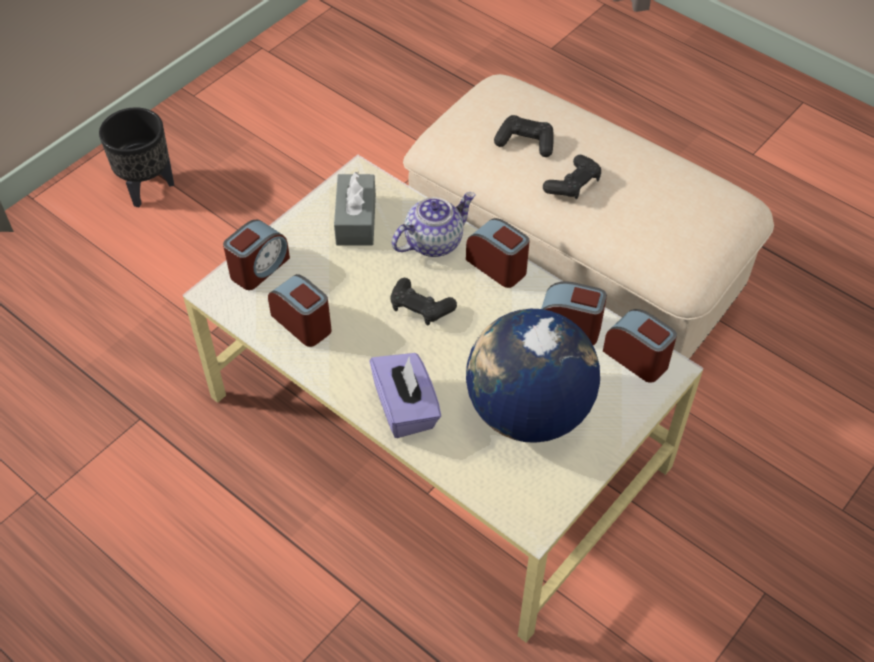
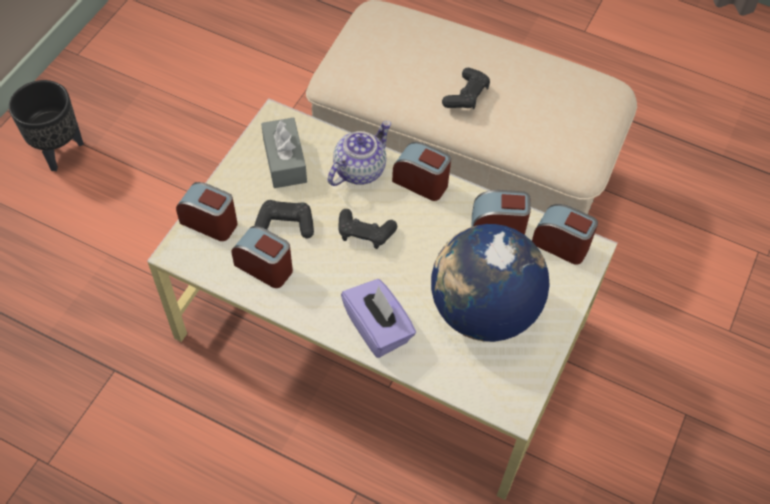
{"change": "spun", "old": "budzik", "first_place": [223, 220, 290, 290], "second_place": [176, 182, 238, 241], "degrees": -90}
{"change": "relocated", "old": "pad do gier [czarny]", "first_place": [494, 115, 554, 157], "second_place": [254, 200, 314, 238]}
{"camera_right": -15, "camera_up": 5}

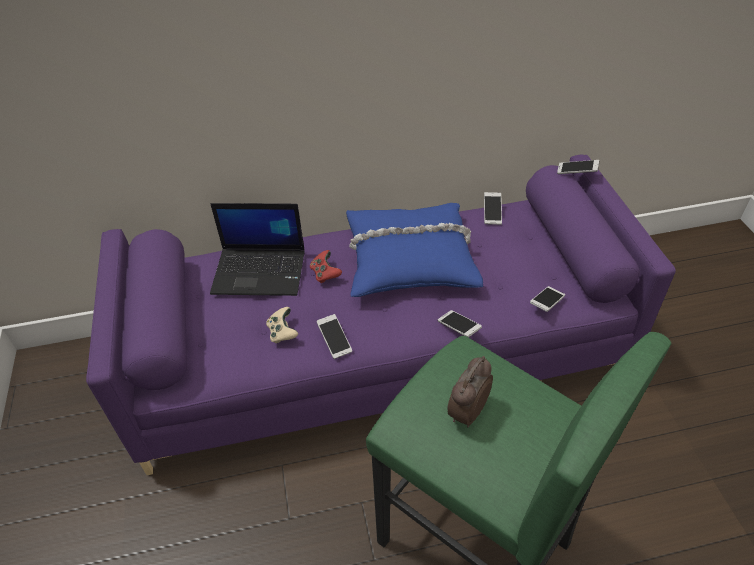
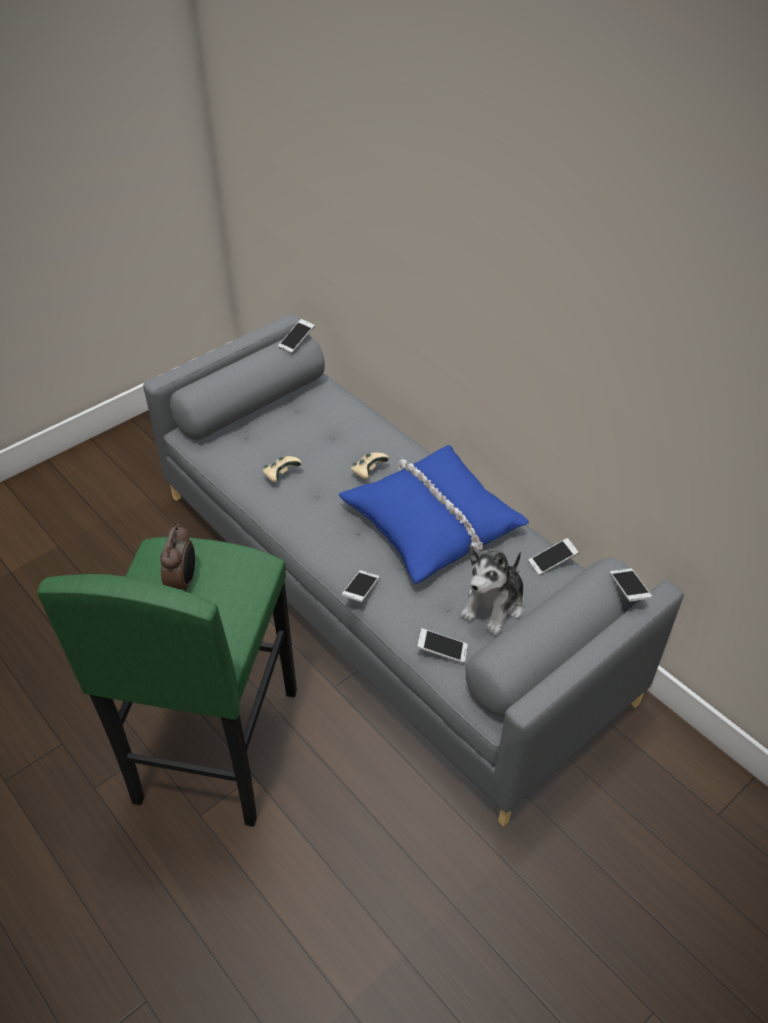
{"change": "colour", "old": "kanapa [fioletowy]", "new": "kanapa [szary]", "first_place": [86, 154, 676, 475], "second_place": [143, 314, 684, 827]}
{"change": "missing", "old": "laptop", "first_place": [210, 203, 305, 296]}
{"change": "colour", "old": "pad do gier [czerwony]", "new": "pad do gier [beżowy]", "first_place": [310, 250, 342, 283], "second_place": [351, 453, 389, 479]}
{"change": "relocated", "old": "telefon", "first_place": [317, 314, 352, 359], "second_place": [278, 319, 315, 353]}
{"change": "spun", "old": "budzik", "first_place": [448, 356, 493, 427], "second_place": [160, 524, 195, 592], "degrees": 90}
{"change": "appeared", "new": "pluszak", "second_place": [461, 545, 524, 635]}
{"camera_right": 60, "camera_up": 0}

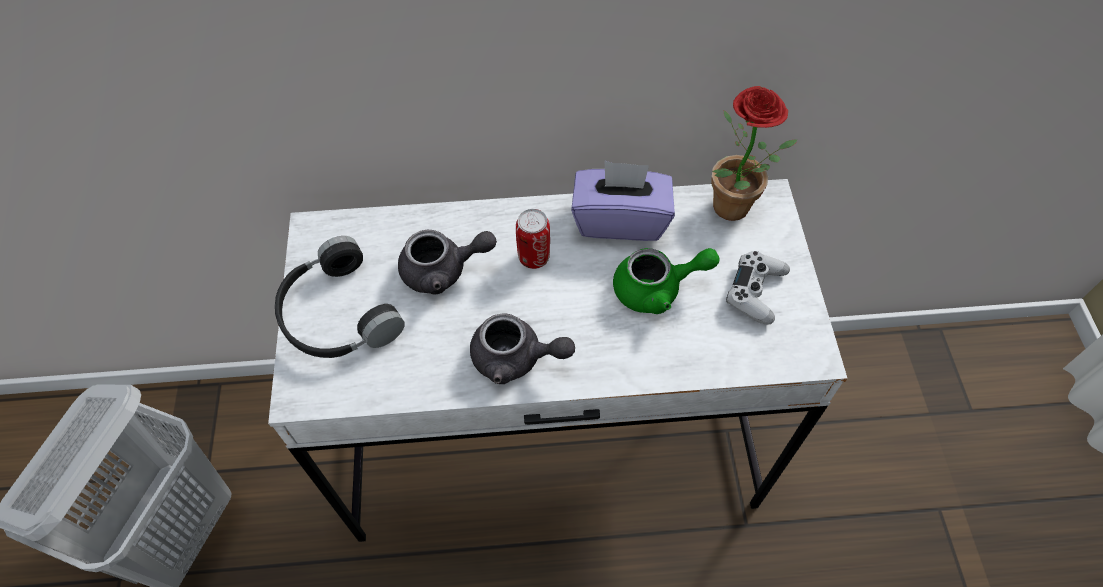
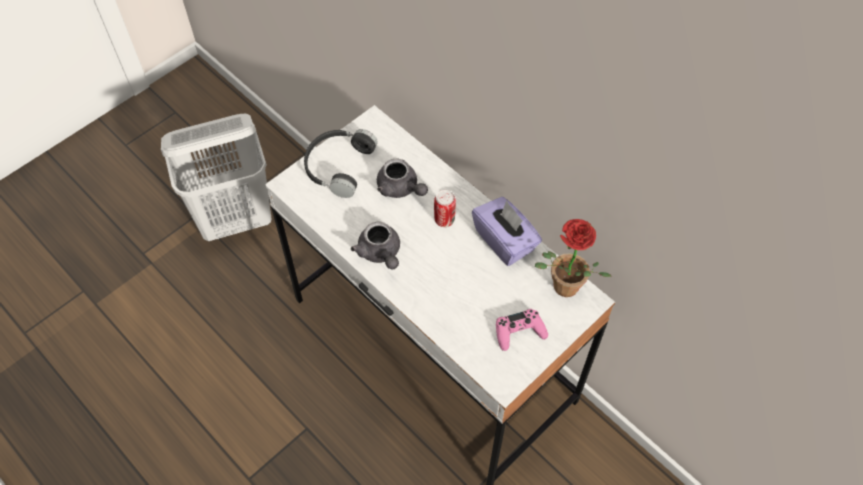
{"change": "missing", "old": "imbryk [zielony]", "first_place": [613, 248, 720, 314]}
{"change": "colour", "old": "pad do gier [biały]", "new": "pad do gier [różowy]", "first_place": [726, 251, 790, 325], "second_place": [496, 309, 548, 351]}
{"camera_right": 50, "camera_up": 0}

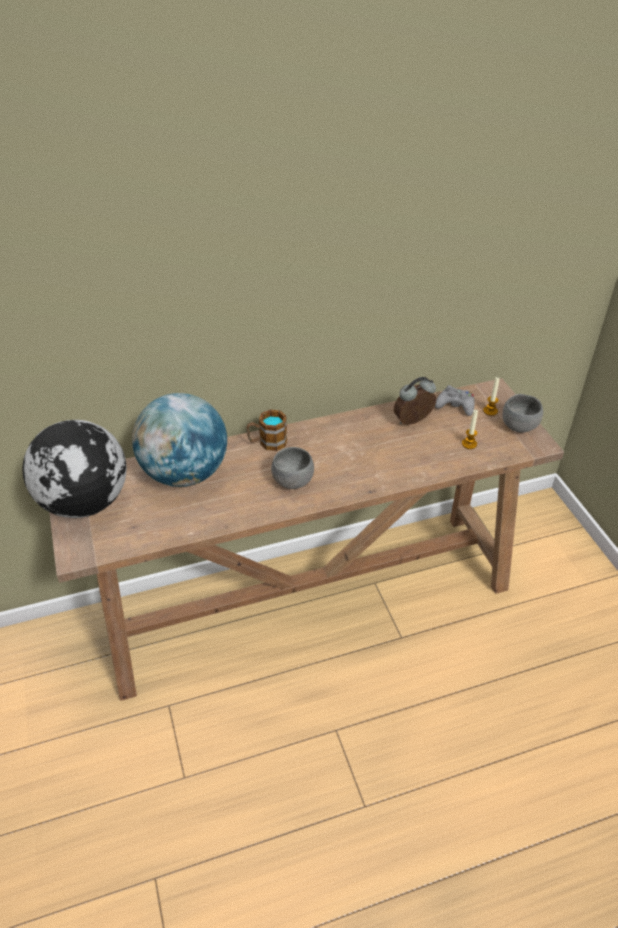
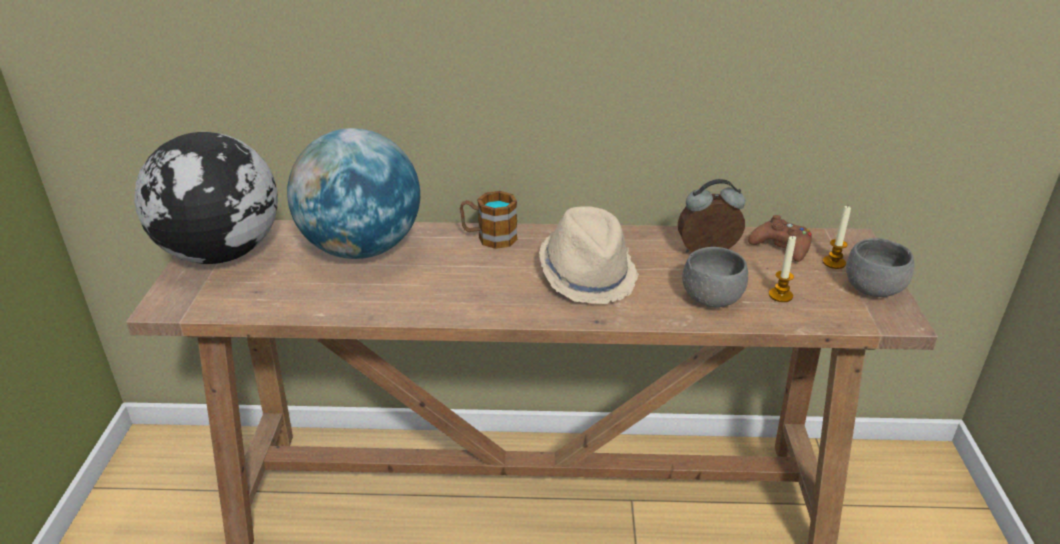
{"change": "relocated", "old": "miska [szary]", "first_place": [271, 447, 314, 489], "second_place": [682, 247, 748, 307]}
{"change": "colour", "old": "pad do gier [szary]", "new": "pad do gier [brązowy]", "first_place": [435, 385, 475, 416], "second_place": [748, 215, 812, 262]}
{"change": "appeared", "new": "kapelusz [beżowy]", "second_place": [539, 206, 639, 304]}
{"camera_right": 20, "camera_up": -10}

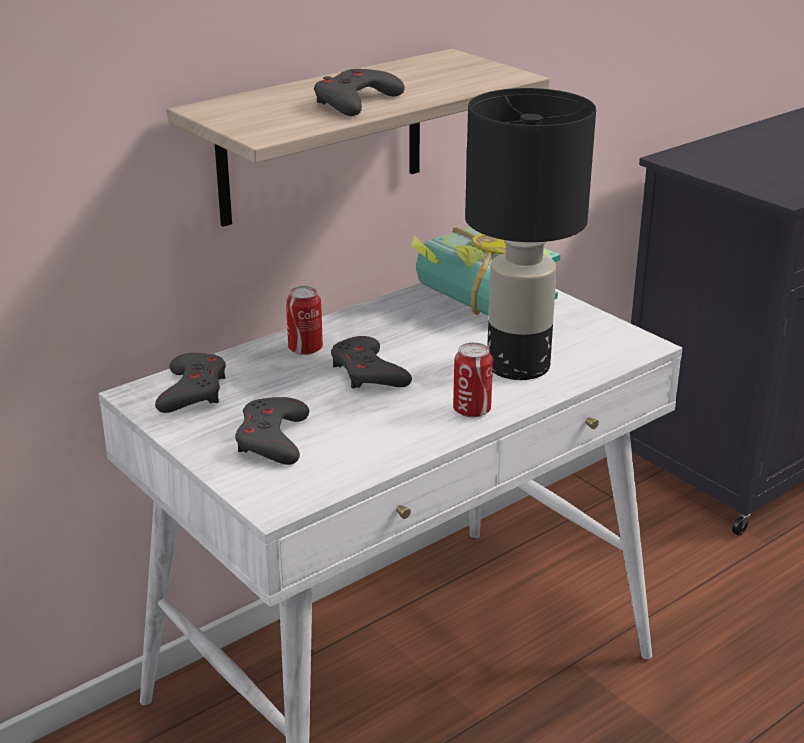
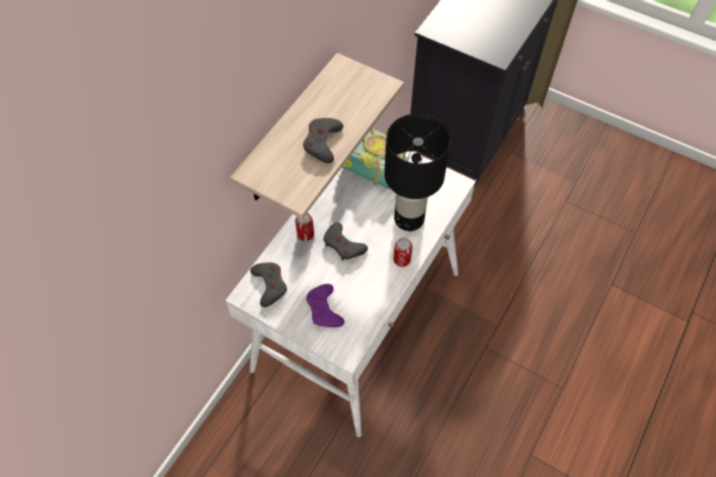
{"change": "colour", "old": "pad do gier [szary]", "new": "pad do gier [fioletowy]", "first_place": [235, 397, 309, 465], "second_place": [306, 284, 344, 327]}
{"camera_right": -20, "camera_up": 30}

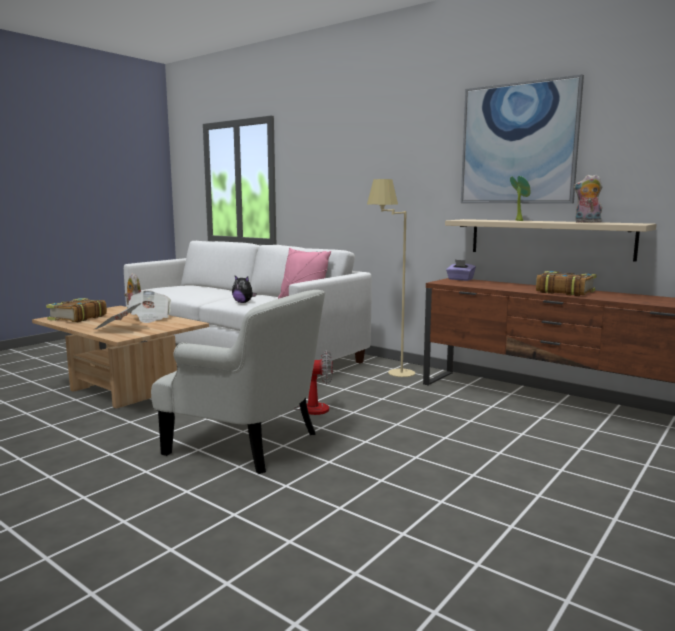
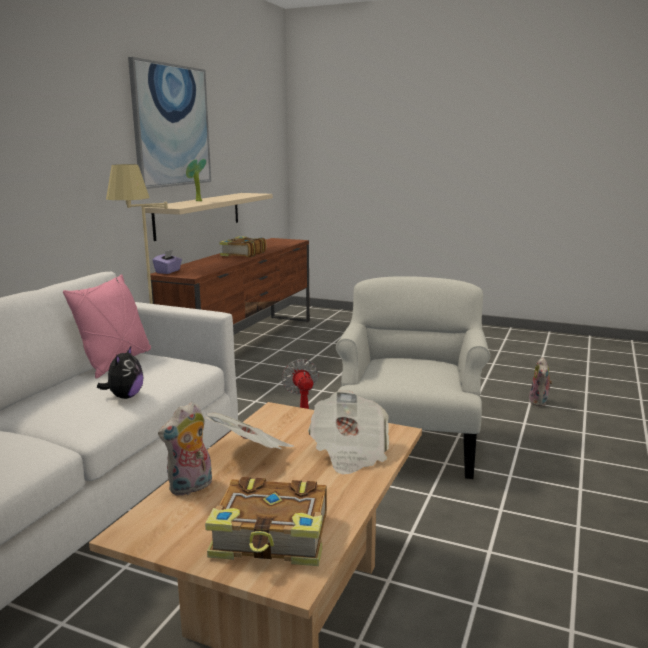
{"change": "relocated", "old": "pluszak", "first_place": [574, 174, 603, 223], "second_place": [529, 357, 553, 407]}
{"camera_right": -105, "camera_up": 5}

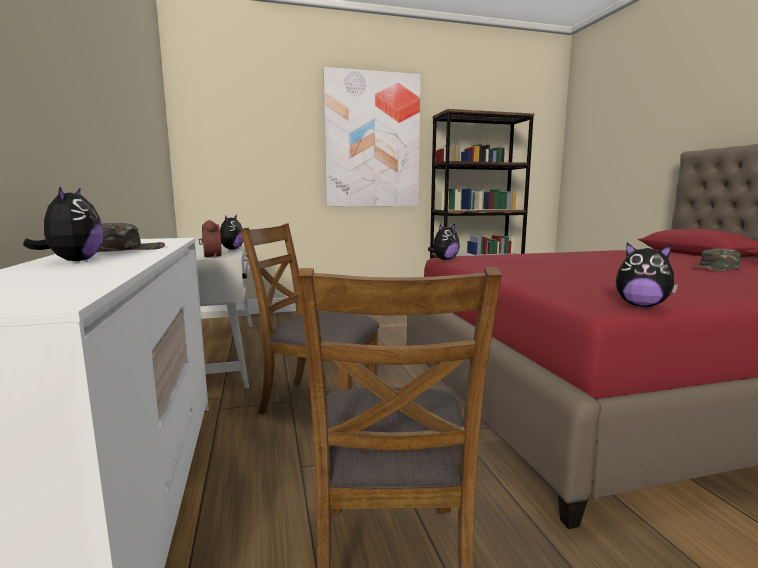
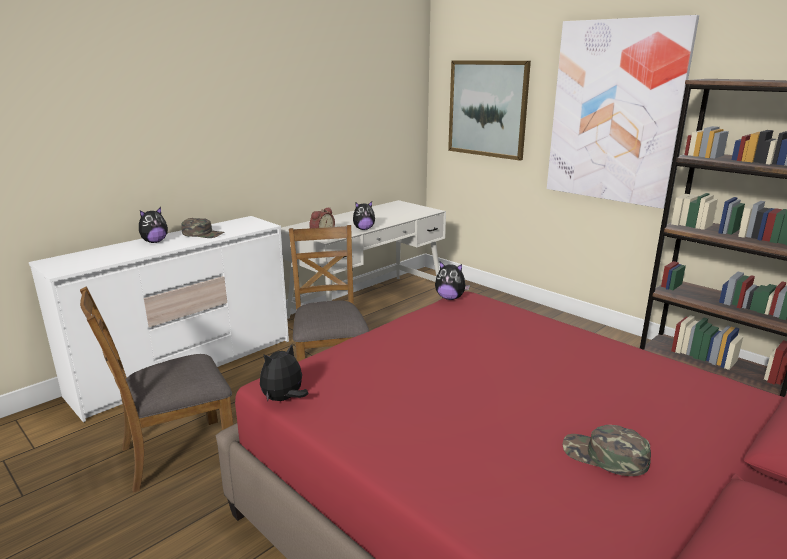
{"change": "spun", "old": "pluszak", "first_place": [616, 243, 678, 307], "second_place": [260, 344, 308, 401], "degrees": 45}
{"change": "appeared", "new": "obraz", "second_place": [448, 60, 531, 161]}
{"camera_right": 60, "camera_up": 10}

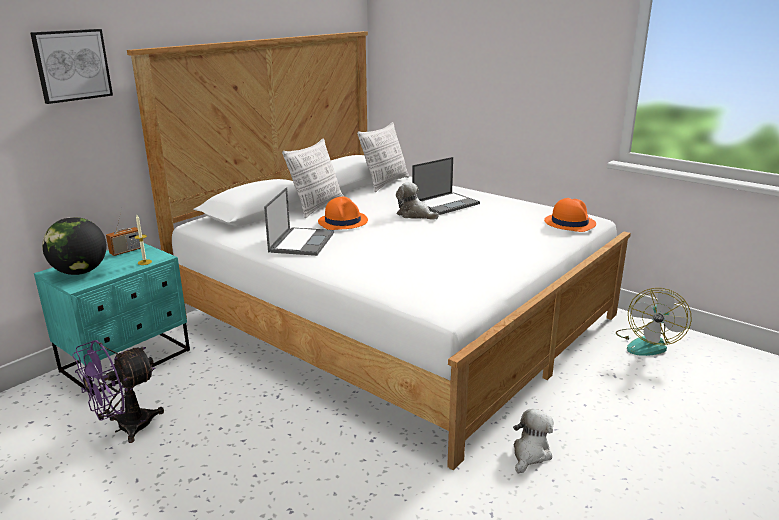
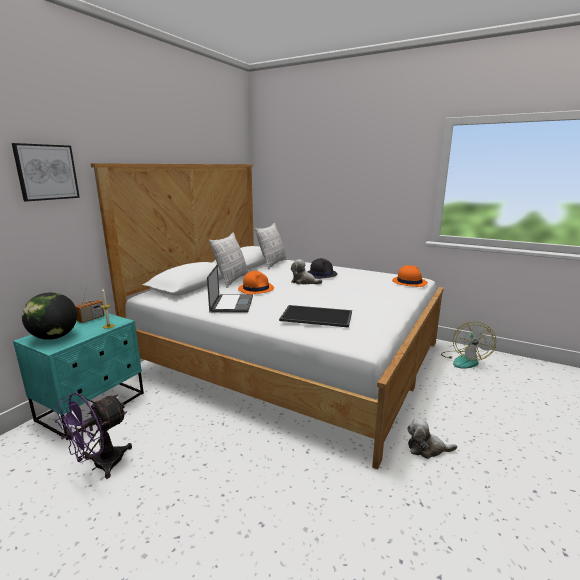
{"change": "exchanged", "old": "laptop", "new": "kapelusz [czarny]", "first_place": [412, 157, 480, 215], "second_place": [307, 258, 337, 279]}
{"change": "spun", "old": "pluszak", "first_place": [513, 409, 554, 473], "second_place": [407, 418, 457, 459], "degrees": -105}
{"change": "appeared", "new": "taca", "second_place": [279, 305, 352, 328]}
{"camera_right": -10, "camera_up": -5}

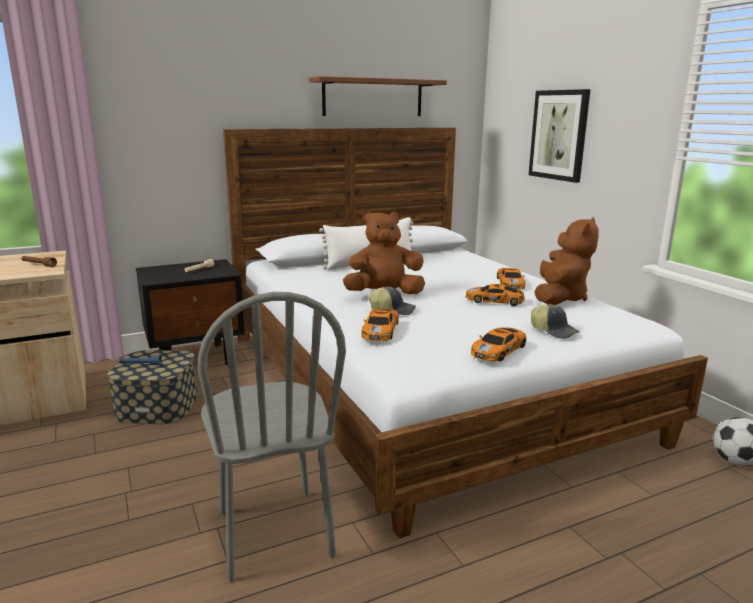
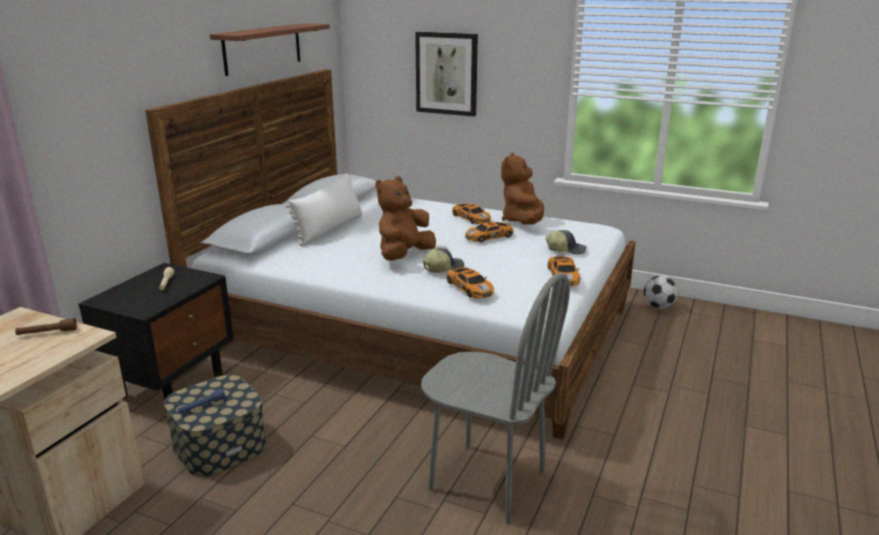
{"change": "spun", "old": "pluszak [brązowy]", "first_place": [535, 217, 599, 305], "second_place": [501, 153, 544, 225], "degrees": -150}
{"camera_right": -40, "camera_up": 5}

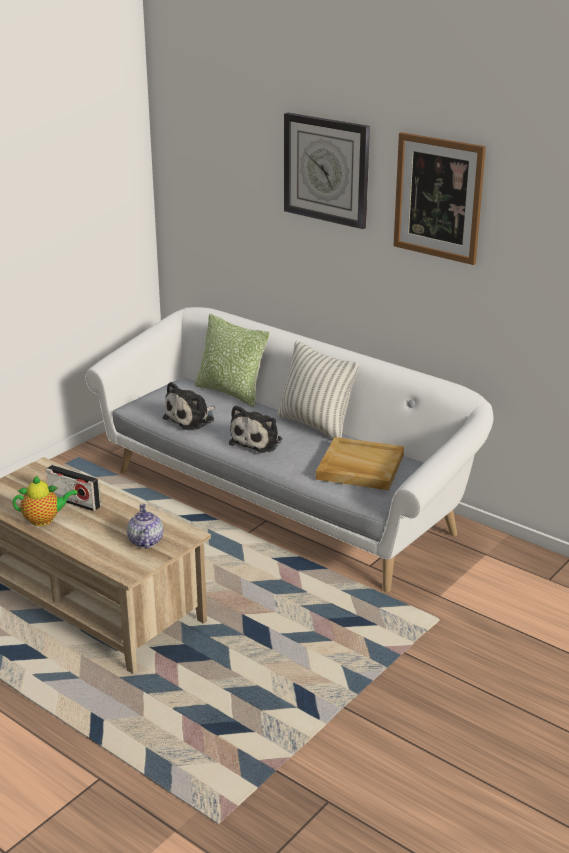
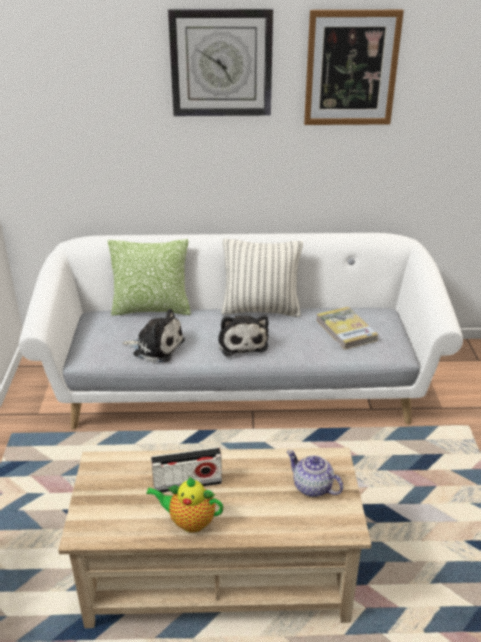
{"change": "spun", "old": "imbryk", "first_place": [13, 475, 78, 526], "second_place": [146, 477, 223, 533], "degrees": -120}
{"change": "spun", "old": "pluszak", "first_place": [163, 382, 215, 430], "second_place": [122, 309, 185, 362], "degrees": -75}
{"change": "exchanged", "old": "taca [beżowy]", "new": "książka", "first_place": [316, 437, 404, 490], "second_place": [316, 307, 378, 350]}
{"camera_right": -40, "camera_up": 5}

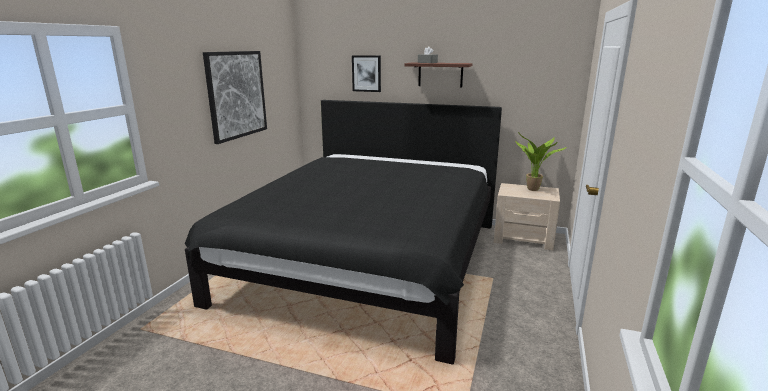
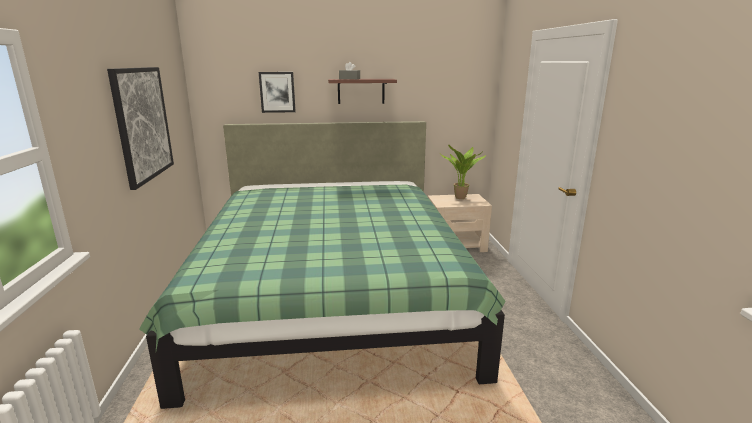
{"change": "colour", "old": "łóżko [czarny]", "new": "łóżko [zielony]", "first_place": [185, 100, 502, 365], "second_place": [139, 121, 505, 409]}
{"camera_right": -25, "camera_up": 0}

